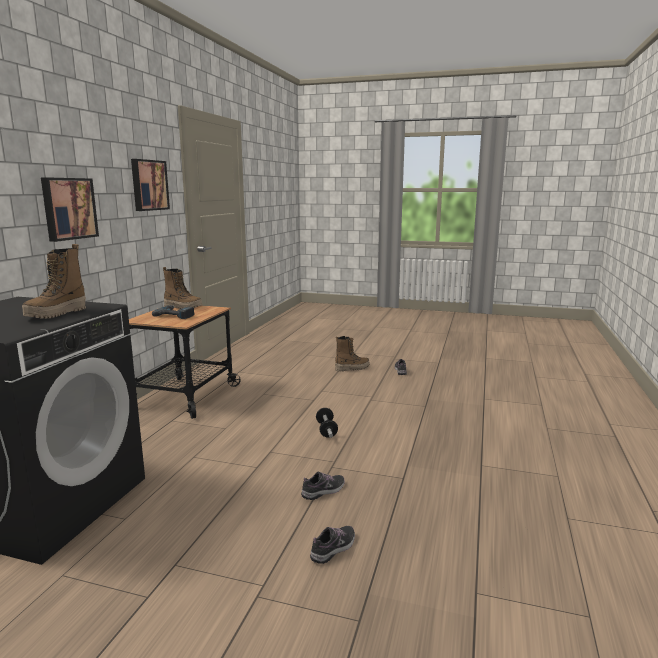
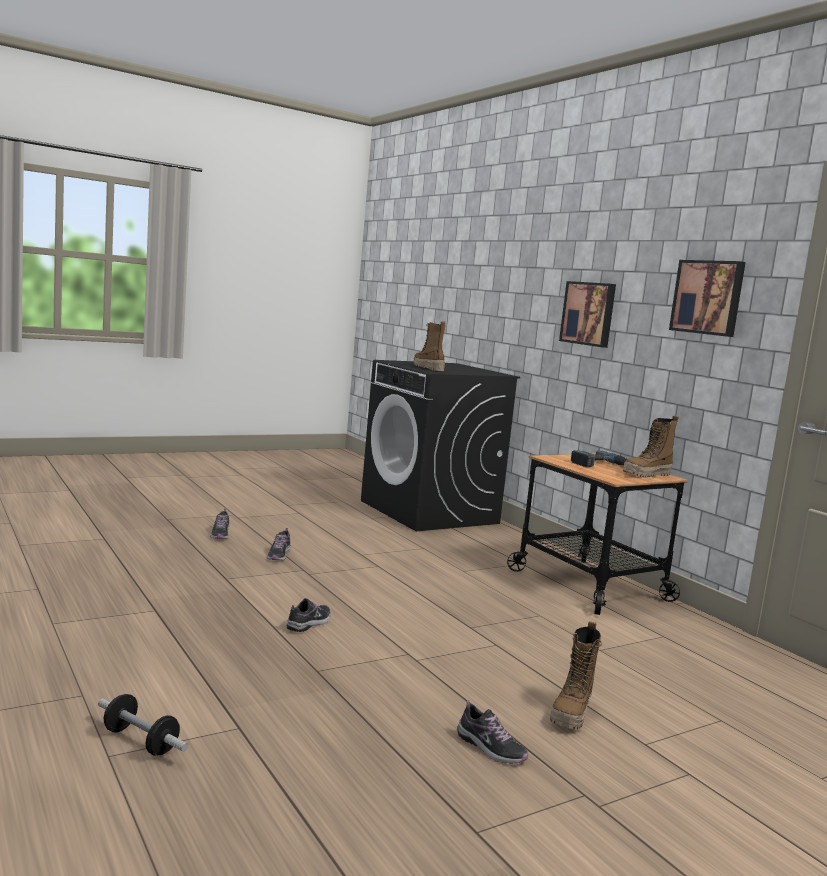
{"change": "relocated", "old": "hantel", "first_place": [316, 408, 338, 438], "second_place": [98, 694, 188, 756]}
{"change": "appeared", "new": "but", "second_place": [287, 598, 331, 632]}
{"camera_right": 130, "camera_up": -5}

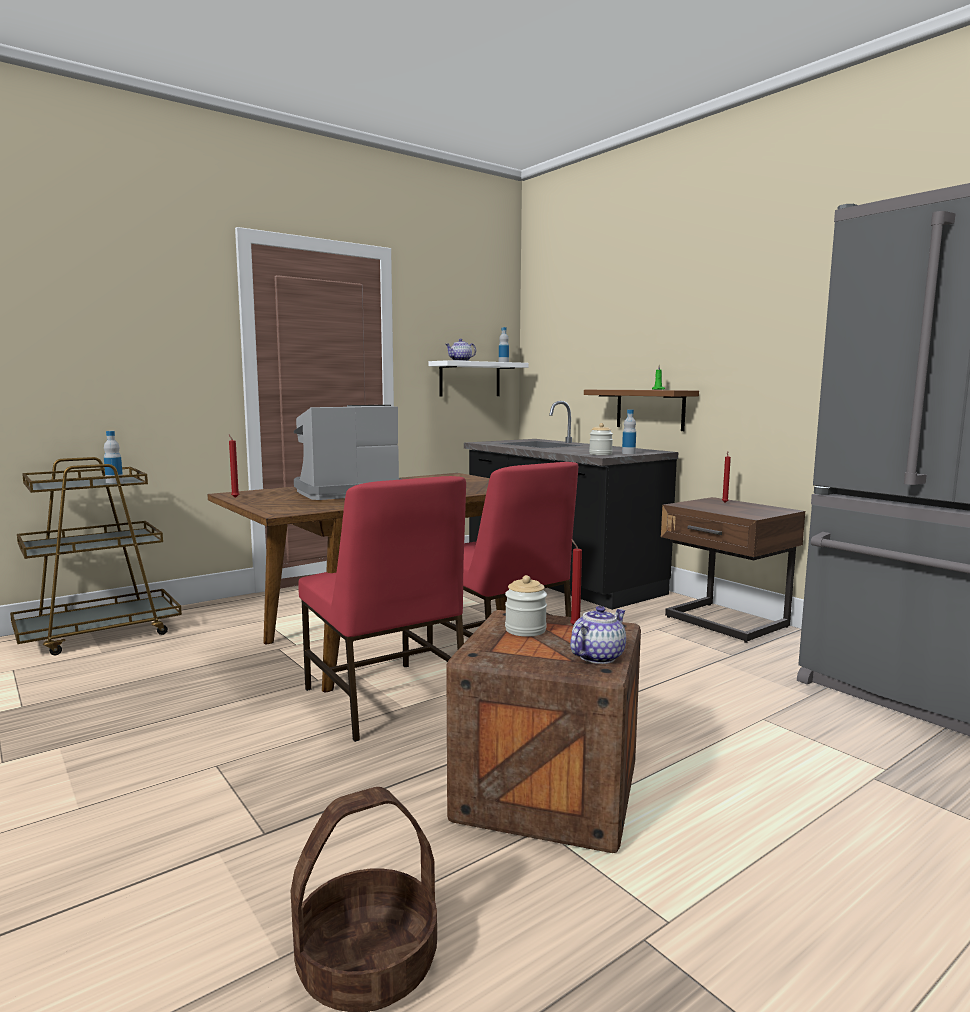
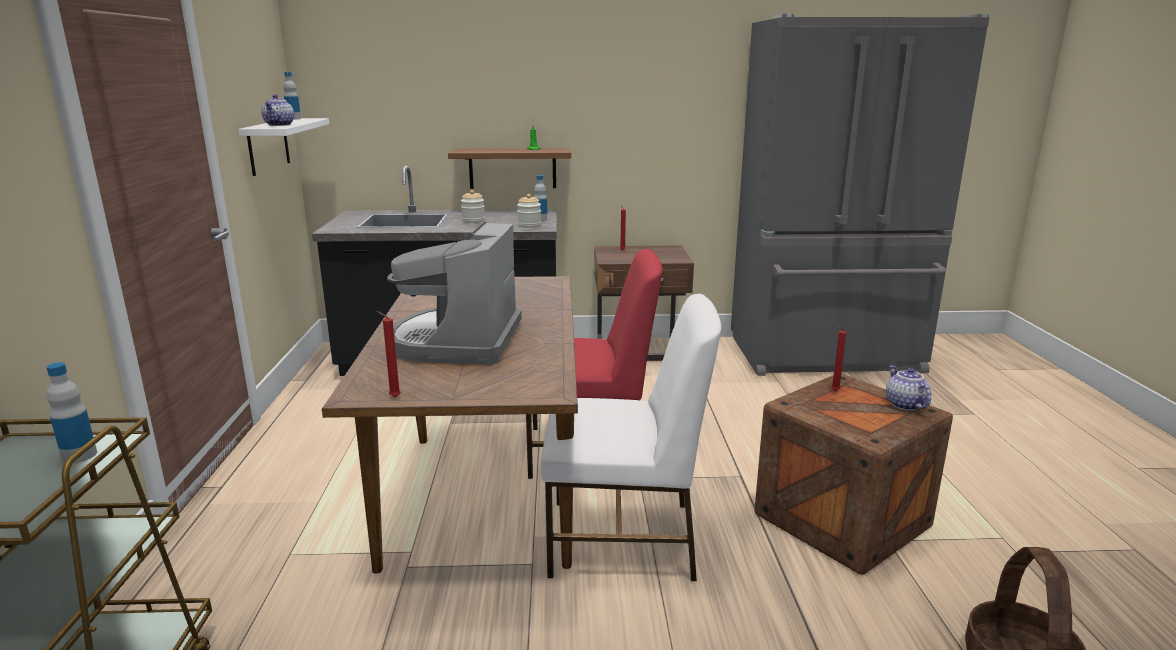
{"change": "colour", "old": "krzesło [czerwony]", "new": "krzesło [biały]", "first_place": [298, 476, 466, 742], "second_place": [541, 294, 721, 581]}
{"change": "relocated", "old": "słoik", "first_place": [505, 575, 547, 637], "second_place": [461, 190, 485, 223]}
{"camera_right": -55, "camera_up": 10}

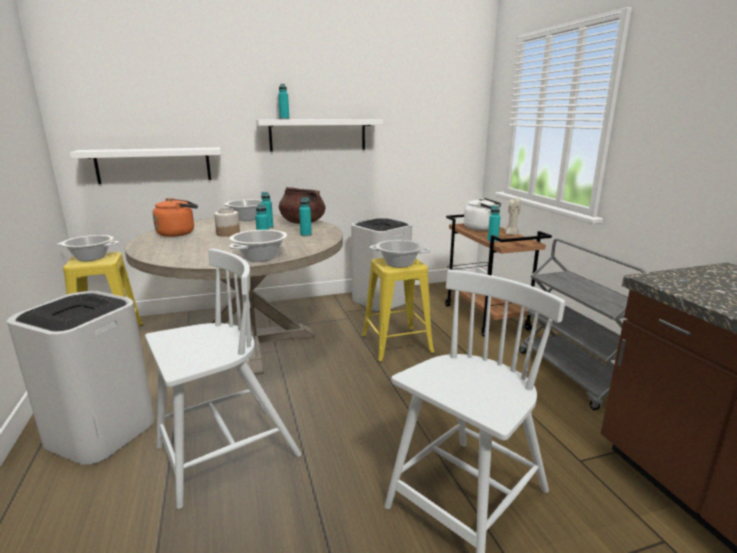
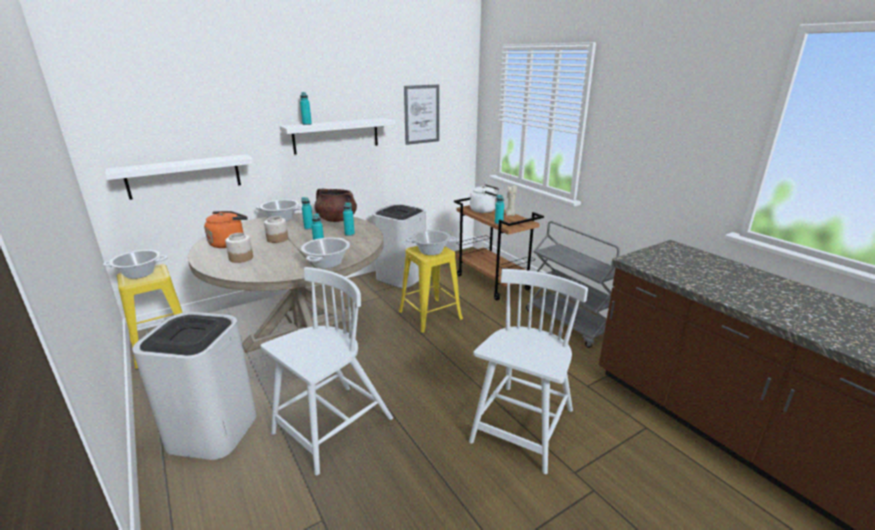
{"change": "appeared", "new": "słoik", "second_place": [225, 233, 253, 263]}
{"change": "appeared", "new": "obraz", "second_place": [404, 85, 439, 145]}
{"camera_right": -15, "camera_up": 5}

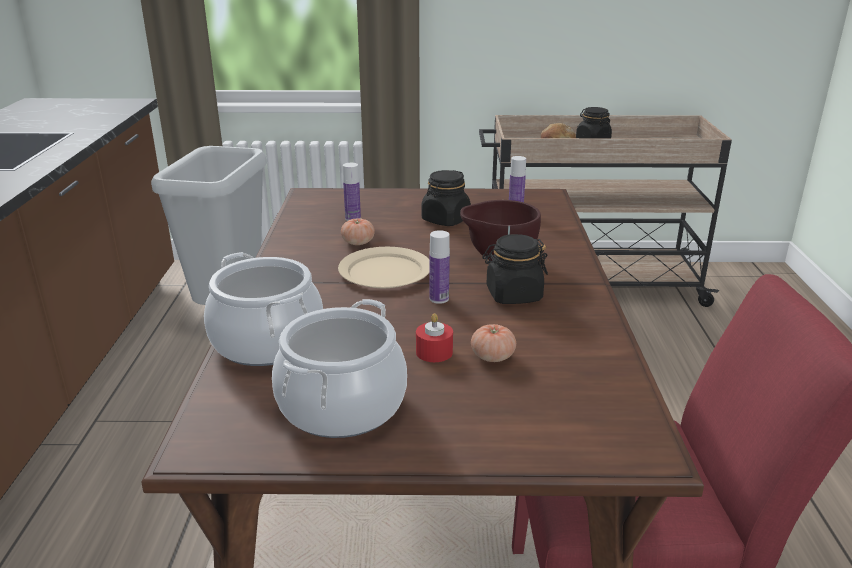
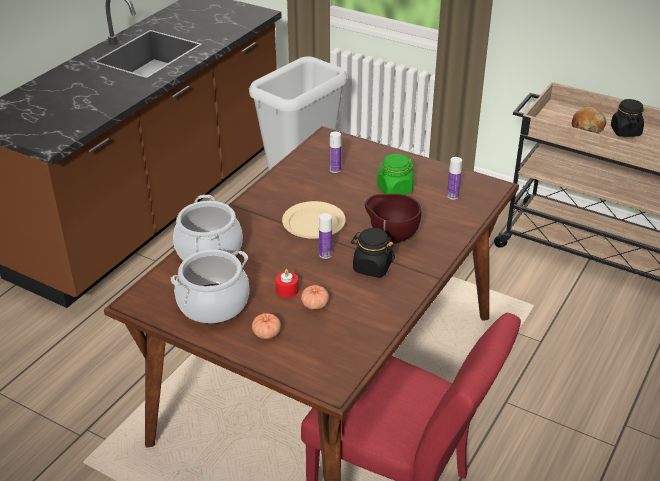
{"change": "relocated", "old": "pomidor", "first_place": [341, 218, 375, 245], "second_place": [252, 313, 281, 339]}
{"change": "colour", "old": "słoik [czarny]", "new": "słoik [zielony]", "first_place": [421, 170, 471, 226], "second_place": [377, 154, 415, 195]}
{"camera_right": 30, "camera_up": 10}

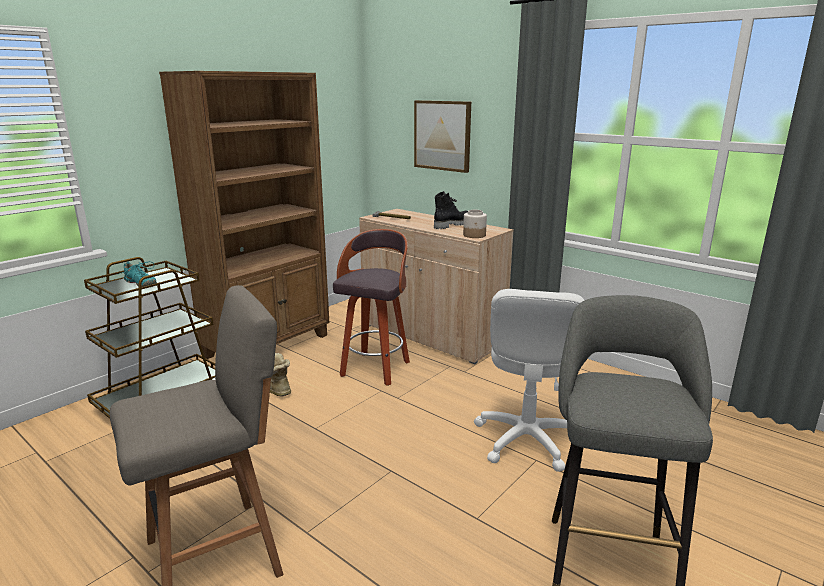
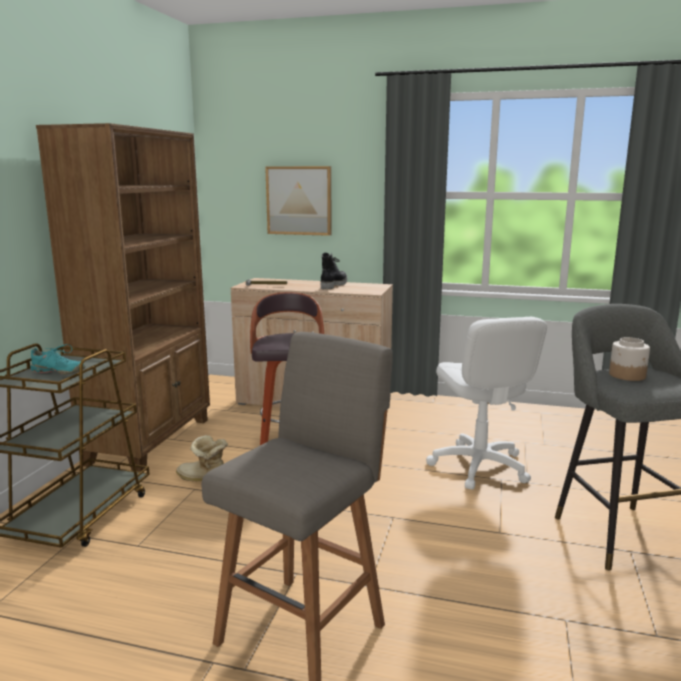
{"change": "relocated", "old": "słoik", "first_place": [463, 210, 487, 238], "second_place": [609, 337, 650, 381]}
{"camera_right": -25, "camera_up": -5}

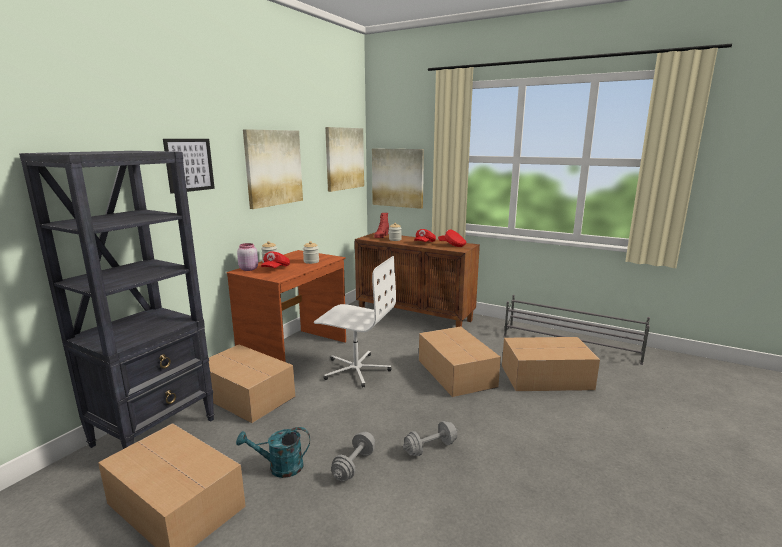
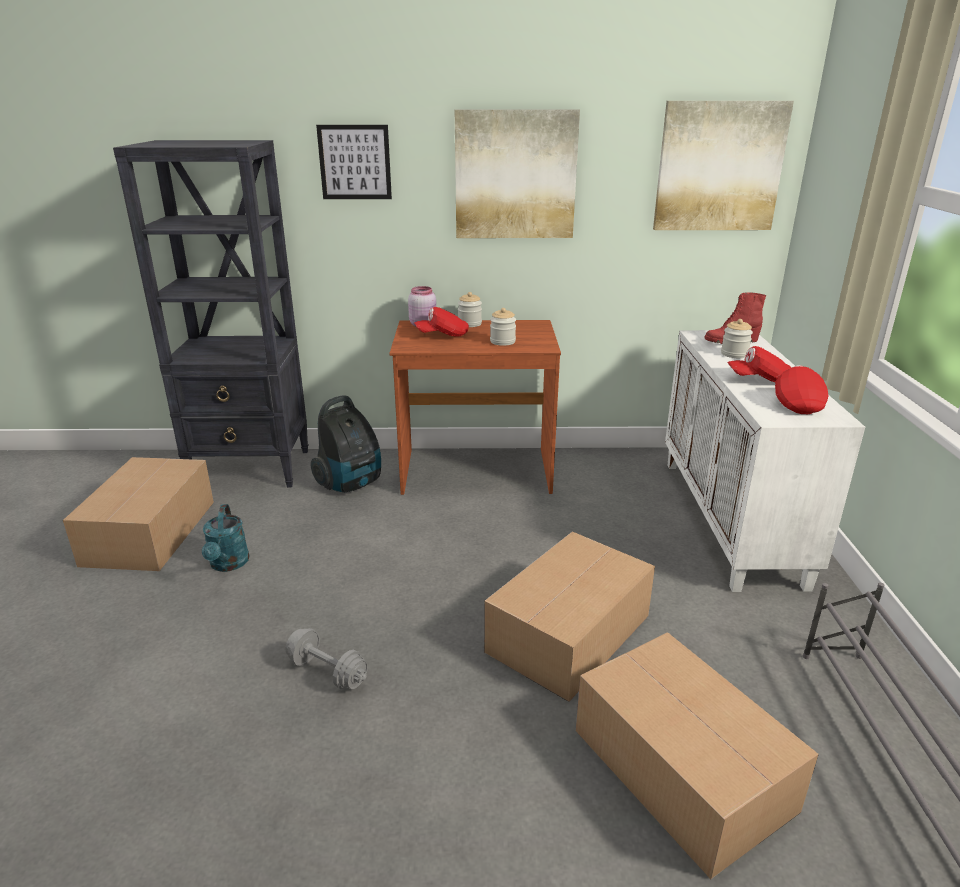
{"change": "exchanged", "old": "karton", "new": "odkurzacz", "first_place": [209, 344, 295, 423], "second_place": [311, 395, 381, 492]}
{"change": "spun", "old": "konewka [turkusowy]", "first_place": [236, 427, 310, 478], "second_place": [202, 504, 249, 572], "degrees": -150}
{"change": "missing", "old": "krzesło biurowe [biały]", "first_place": [314, 256, 396, 388]}
{"change": "missing", "old": "hantel [szary]", "first_place": [331, 432, 375, 481]}
{"change": "colour", "old": "szafka [brązowy]", "new": "szafka [biały]", "first_place": [355, 232, 480, 327], "second_place": [665, 330, 865, 592]}
{"change": "missing", "old": "obraz", "first_place": [372, 148, 424, 209]}
{"camera_right": 60, "camera_up": 10}

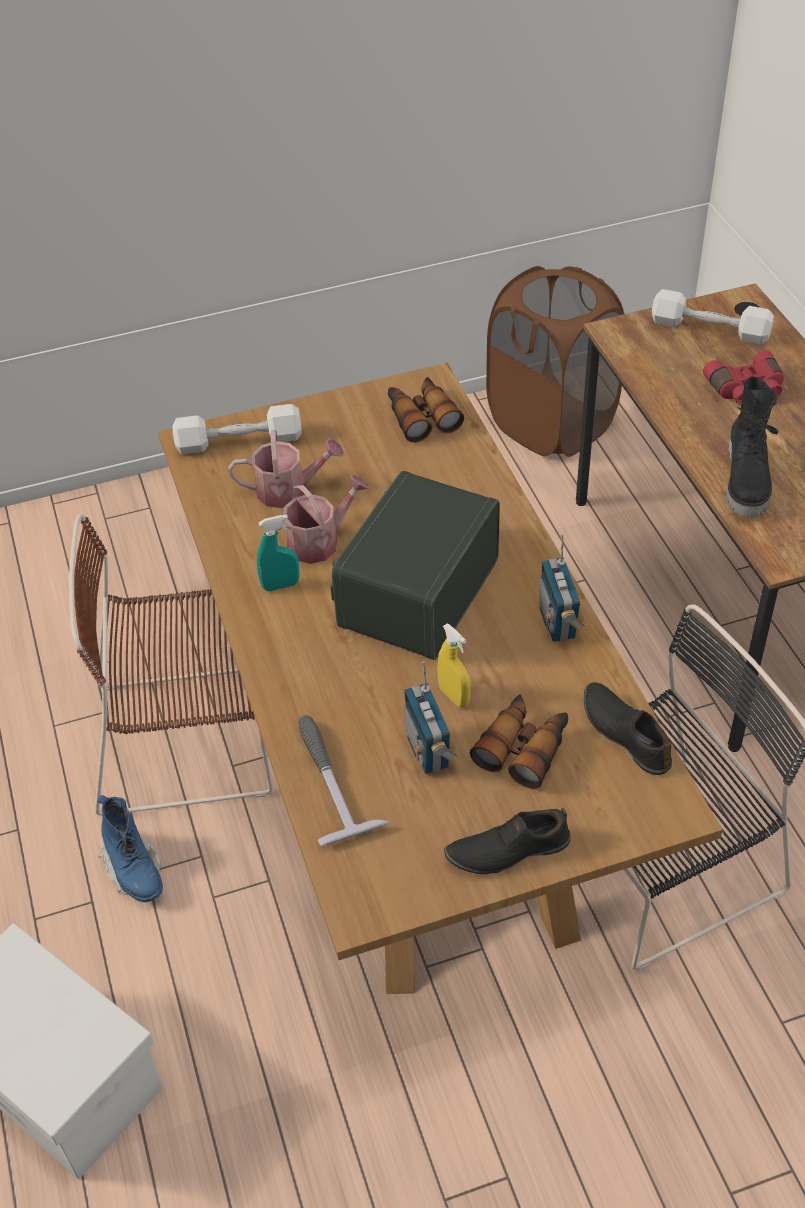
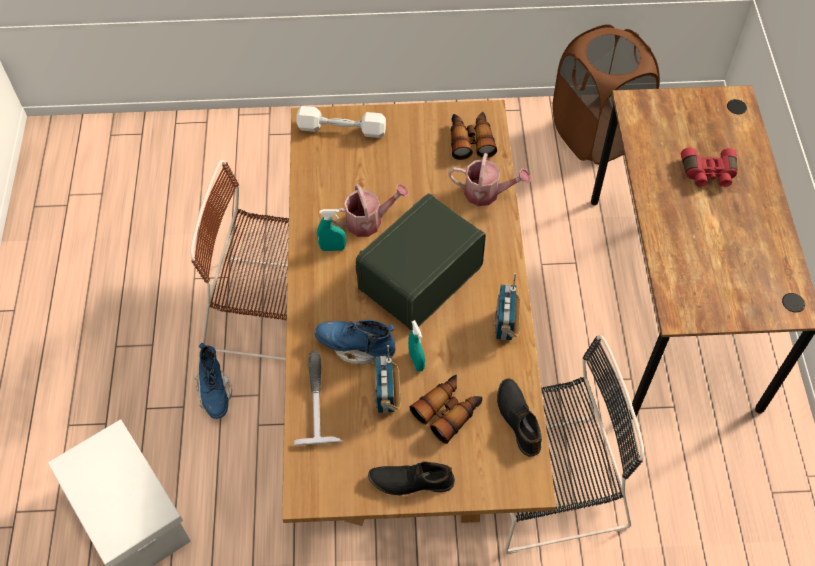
{"change": "relocated", "old": "konewka", "first_place": [228, 430, 344, 508], "second_place": [449, 153, 531, 206]}
{"change": "colour", "old": "spryskiwacz [żółty]", "new": "spryskiwacz [turkusowy]", "first_place": [437, 624, 471, 708], "second_place": [408, 320, 425, 372]}
{"change": "missing", "old": "hantel [biały]", "first_place": [652, 289, 774, 344]}
{"change": "missing", "old": "but z cholewką [czarny]", "first_place": [726, 376, 779, 517]}
{"change": "appeared", "new": "but z cholewką [niebieski]", "second_place": [314, 320, 396, 365]}
{"camera_right": 15, "camera_up": 10}

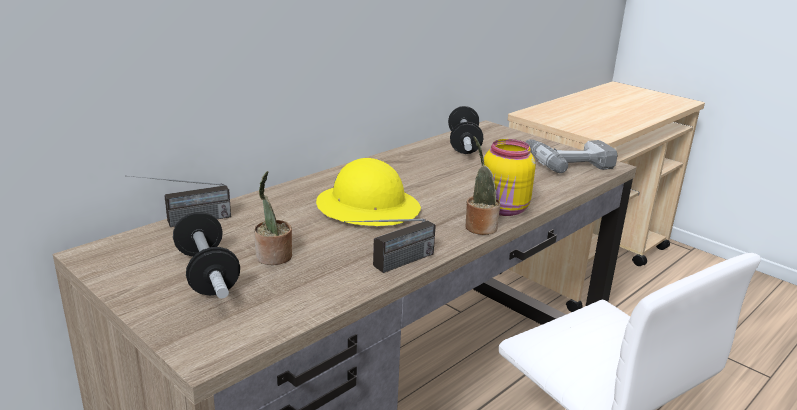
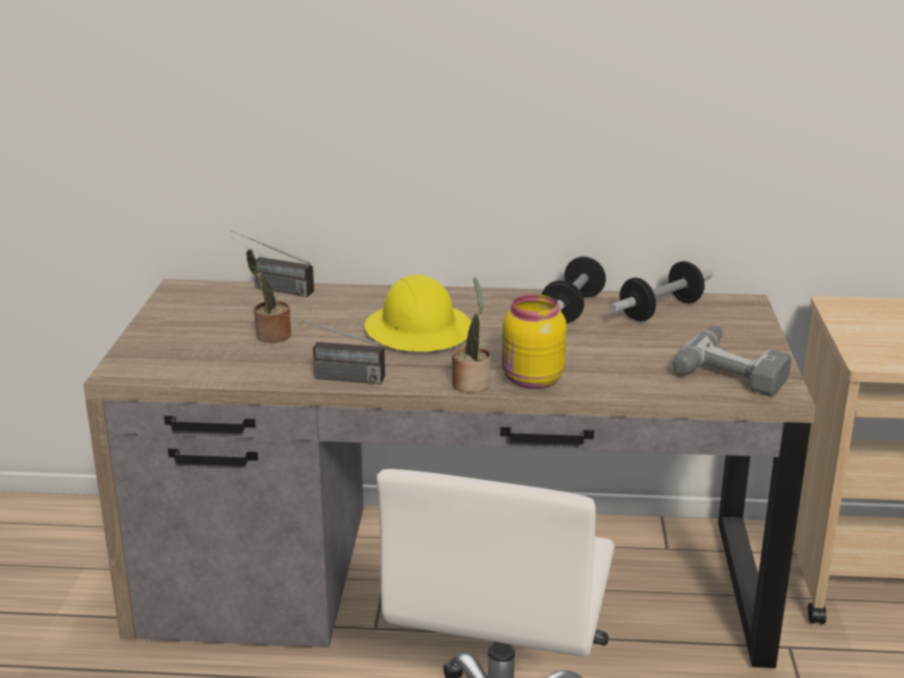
{"change": "relocated", "old": "hantel", "first_place": [173, 212, 240, 299], "second_place": [542, 257, 606, 323]}
{"camera_right": 50, "camera_up": 0}

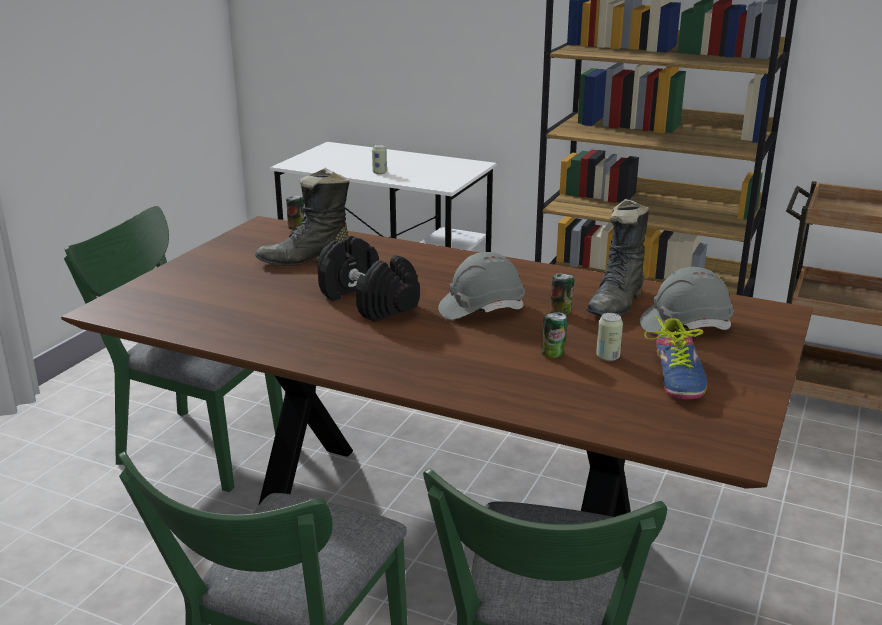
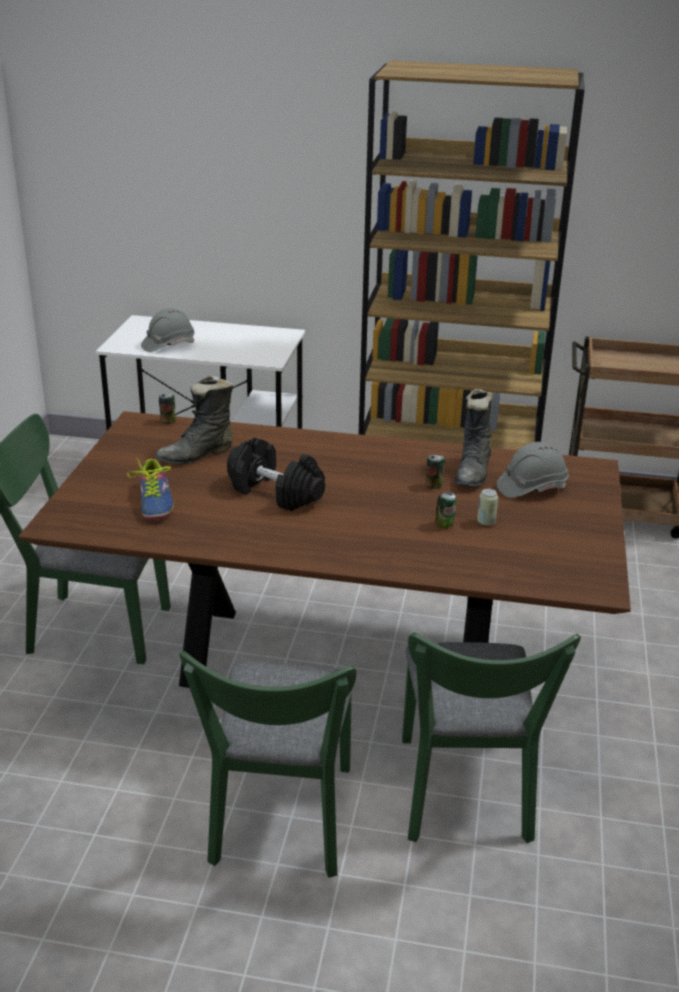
{"change": "missing", "old": "puszka", "first_place": [372, 145, 387, 174]}
{"change": "relocated", "old": "kask [szary]", "first_place": [438, 252, 525, 320], "second_place": [141, 308, 195, 352]}
{"change": "relocated", "old": "but", "first_place": [644, 315, 707, 399], "second_place": [127, 459, 174, 520]}
{"camera_right": -15, "camera_up": 5}

